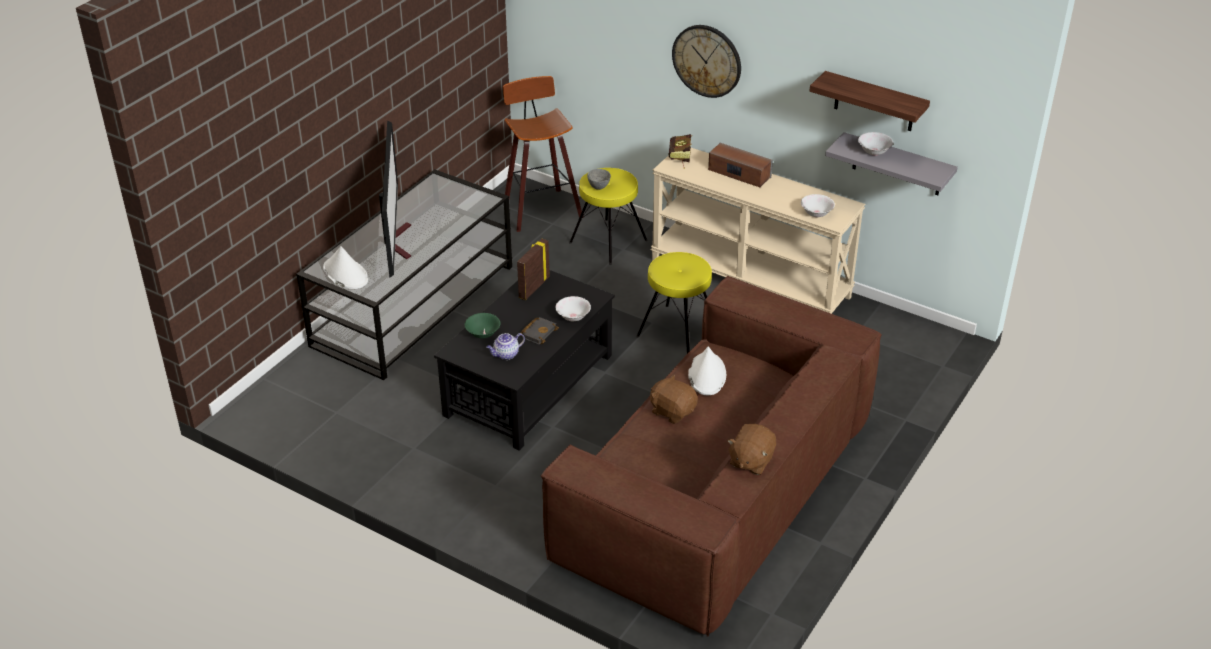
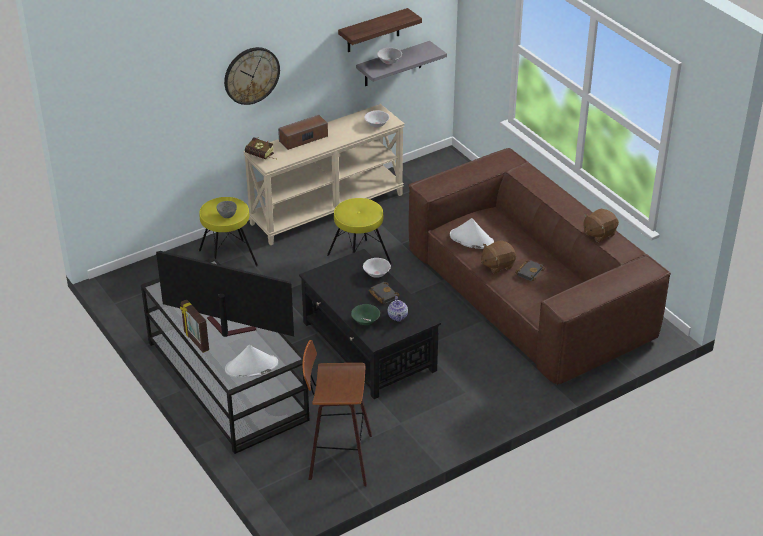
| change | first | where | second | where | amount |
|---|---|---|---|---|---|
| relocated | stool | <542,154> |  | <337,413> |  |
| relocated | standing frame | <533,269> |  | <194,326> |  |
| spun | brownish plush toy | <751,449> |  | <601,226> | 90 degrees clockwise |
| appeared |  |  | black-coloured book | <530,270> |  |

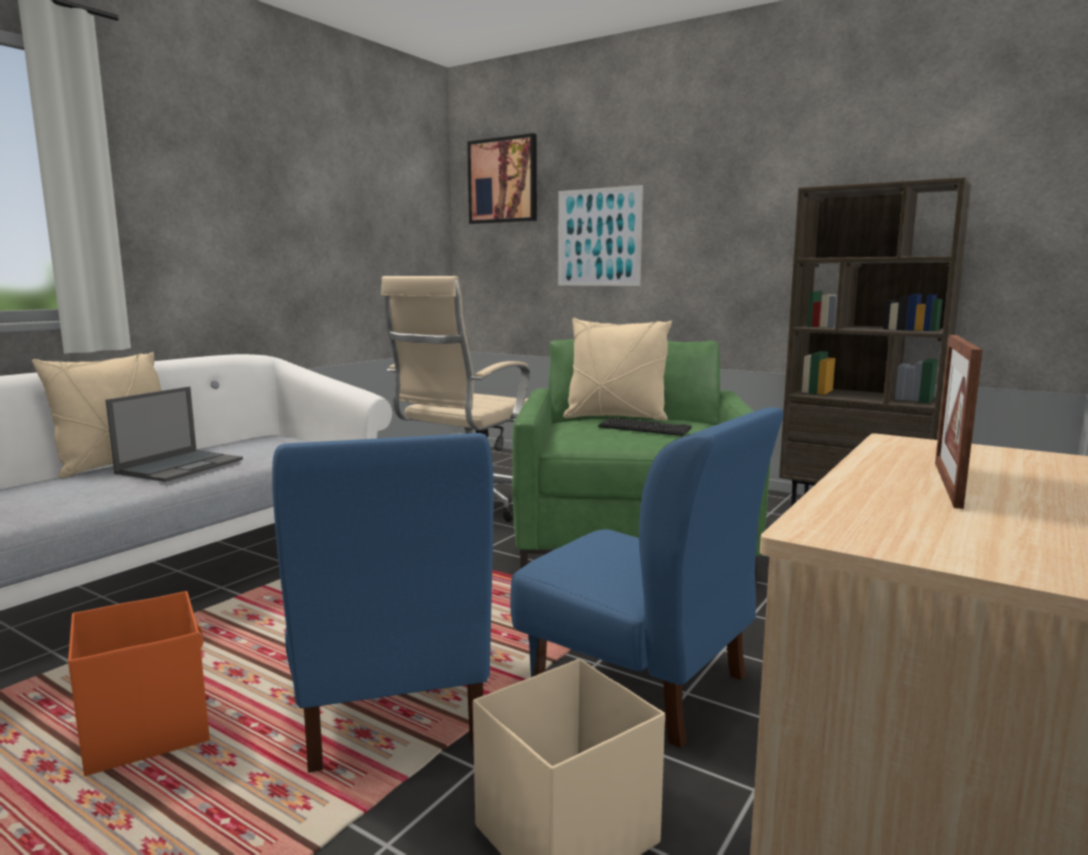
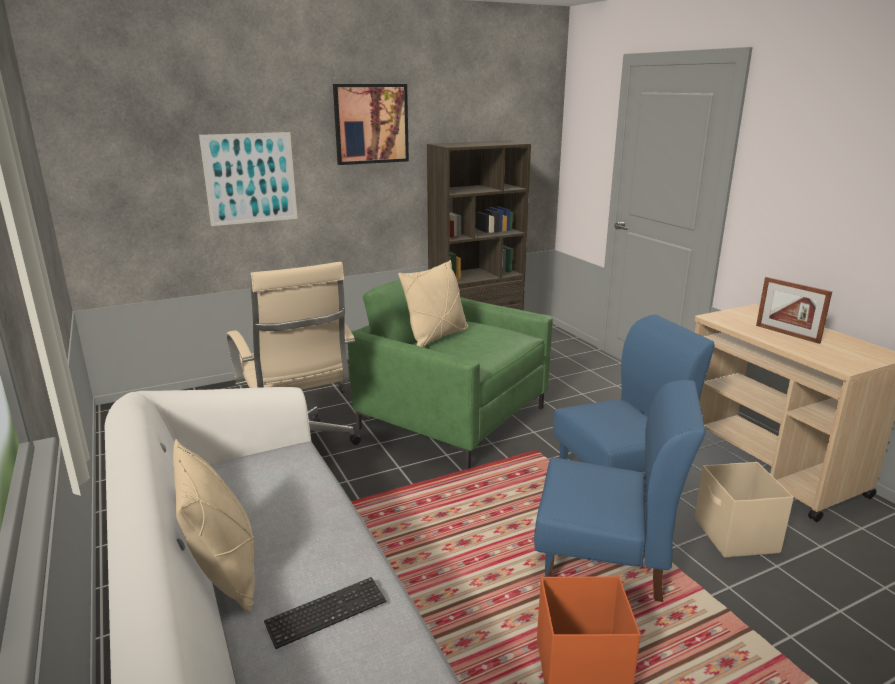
| change | first | where | second | where | amount |
|---|---|---|---|---|---|
| relocated | picture | <502,178> |  | <371,124> |  |
| missing | notebook computer | <174,434> |  |  |  |
| relocated | keyboard | <645,426> |  | <325,613> |  |

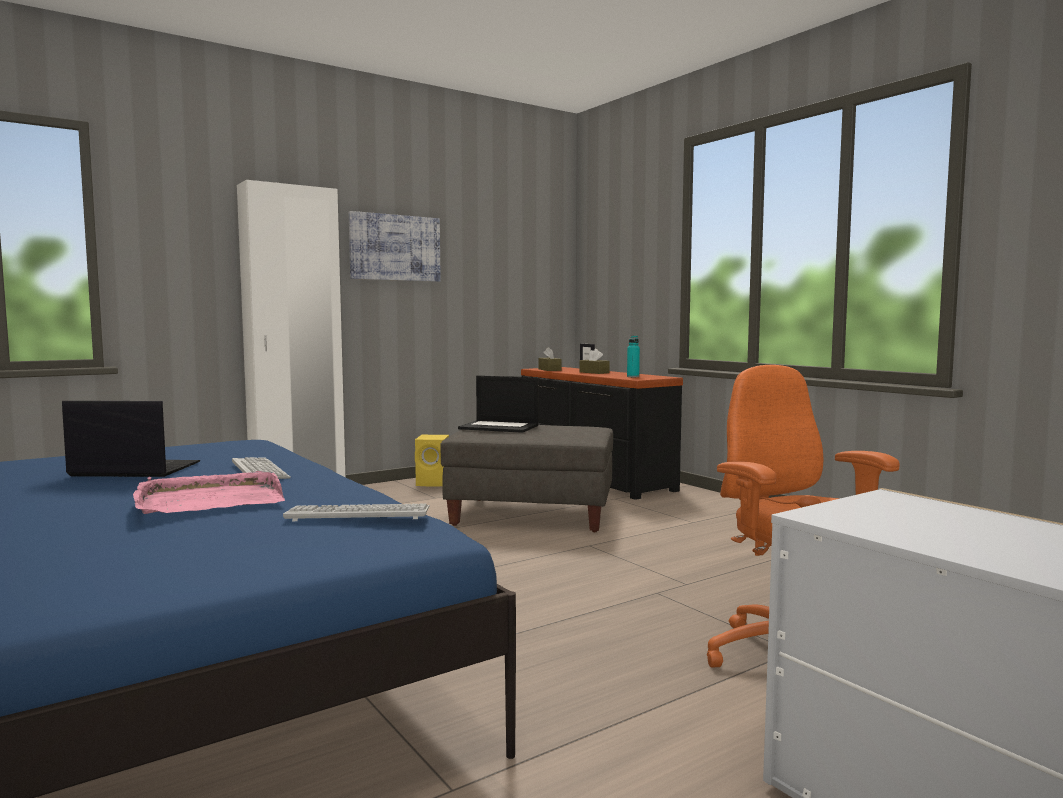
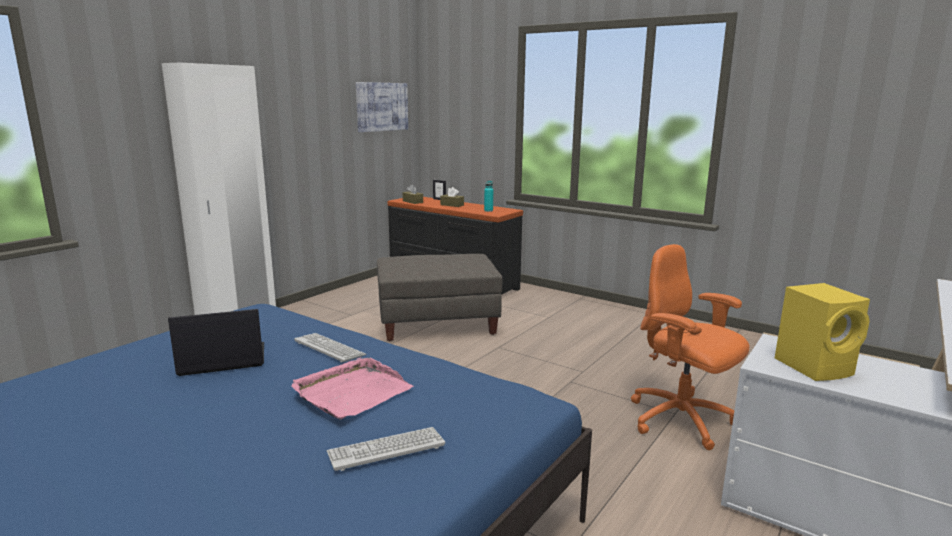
| change | first | where | second | where | amount |
|---|---|---|---|---|---|
| relocated | picture | <395,246> |  | <382,107> |  |
| missing | notebook computer | <498,404> |  |  |  |
| relocated | yellow-coloured loudspeaker | <432,460> |  | <822,332> |  |
| relocated | keyboard | <356,512> |  | <386,449> |  |

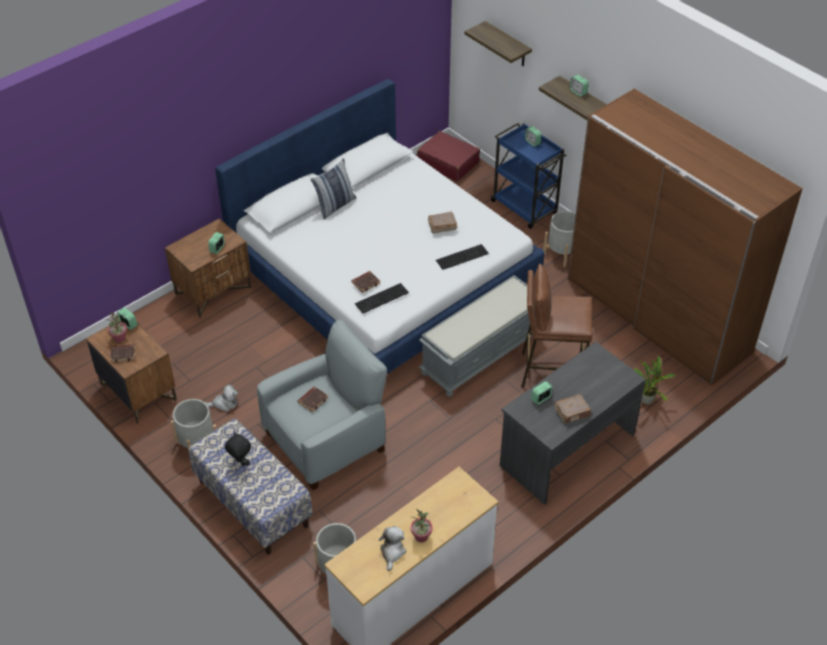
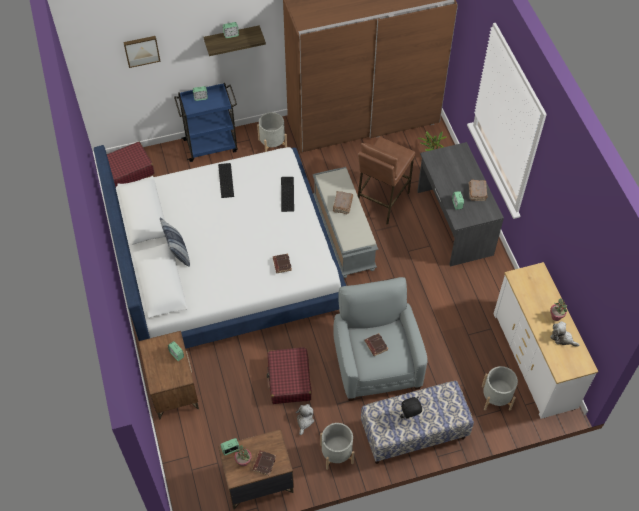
| change | first | where | second | where | amount |
|---|---|---|---|---|---|
| exchanged | wall shelf | <498,43> | picture | <142,52> |  |
| relocated | brownish book | <442,223> |  | <343,202> |  |
| relocated | keyboard | <382,298> |  | <226,180> |  |
| appeared |  |  | red travel case | <289,375> |  |

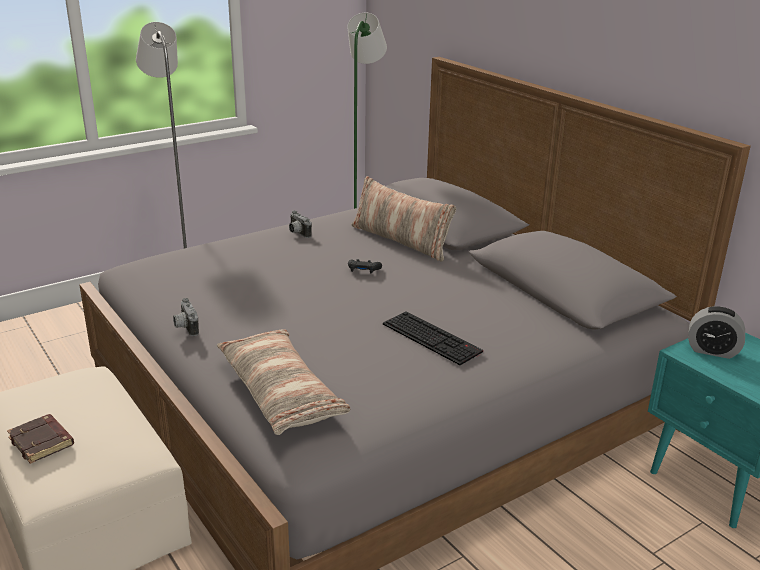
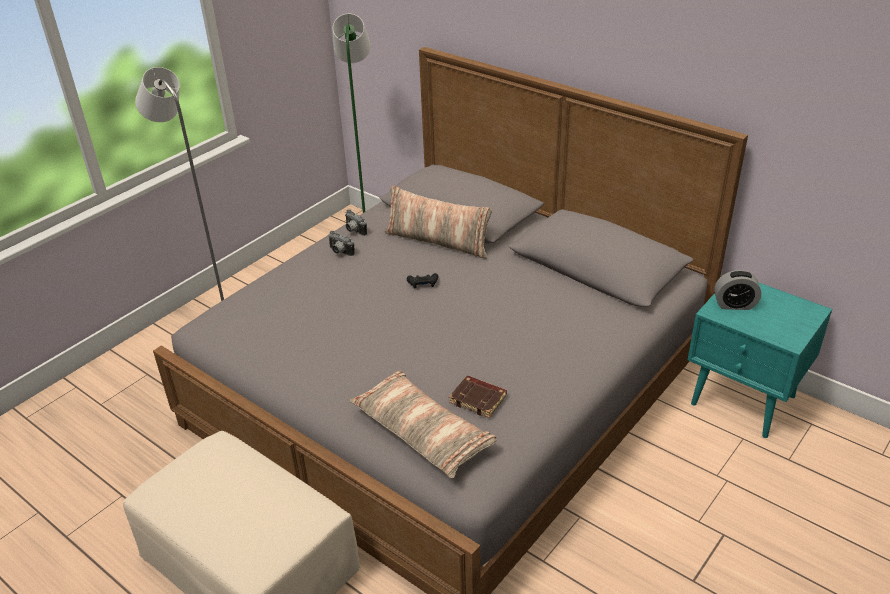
| change | first | where | second | where | amount |
|---|---|---|---|---|---|
| relocated | photo camera | <186,317> |  | <356,222> |  |
| missing | keyboard | <433,338> |  |  |  |
| relocated | brownish book | <40,439> |  | <478,397> |  |

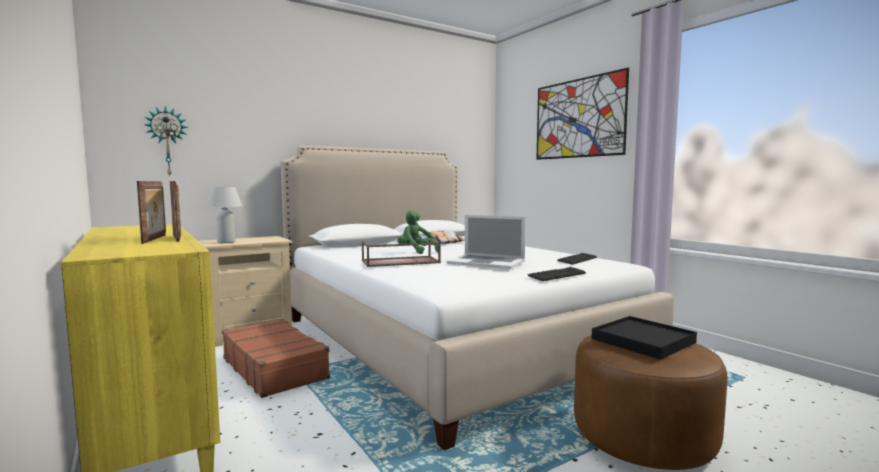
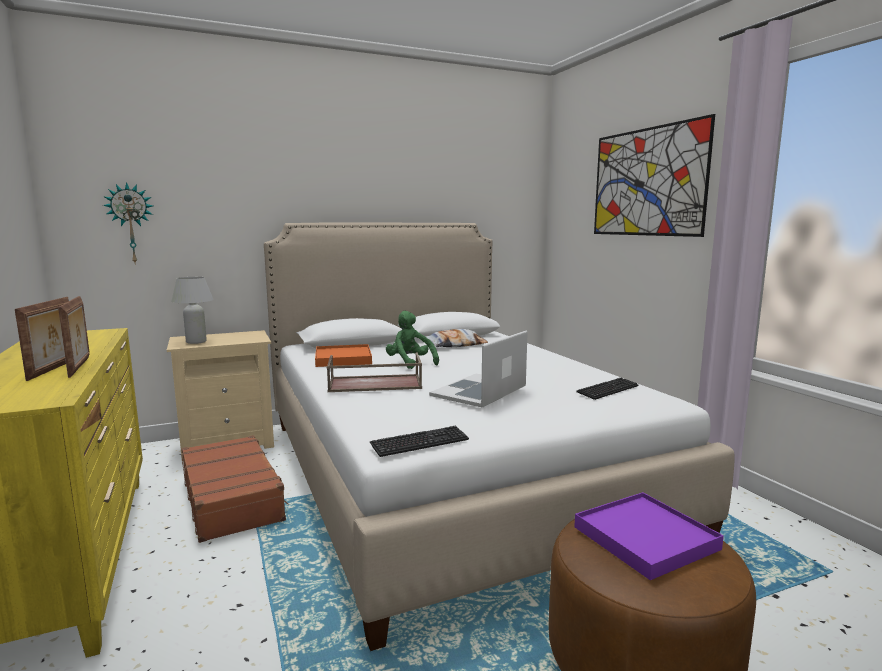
| change | first | where | second | where | amount |
|---|---|---|---|---|---|
| spun | notebook computer | <486,242> |  | <478,369> | 90 degrees clockwise |
| relocated | keyboard | <557,274> |  | <419,441> |  |
| colour | black-coloured carrying tray | <644,338> | purple-coloured carrying tray | <649,536> |  |
| appeared |  |  | orangey carrying tray | <343,355> |  |

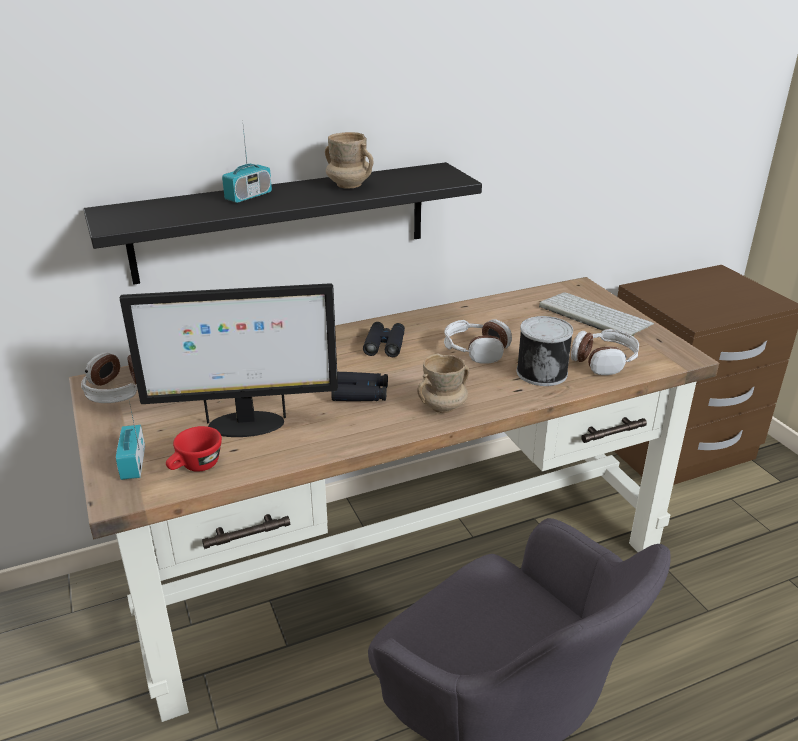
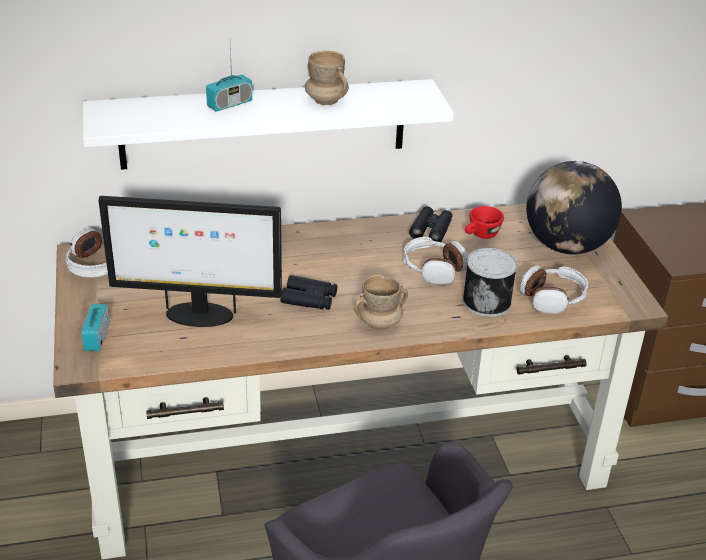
| change | first | where | second | where | amount |
|---|---|---|---|---|---|
| colour | black-coloured wall shelf | <283,223> | whitish wall shelf | <268,124> |  |
| exchanged | keyboard | <596,314> | desk globe | <574,208> |  |
| relocated | black-coloured field glasses | <384,339> |  | <430,224> |  |
| relocated | red cup | <194,449> |  | <484,222> |  |

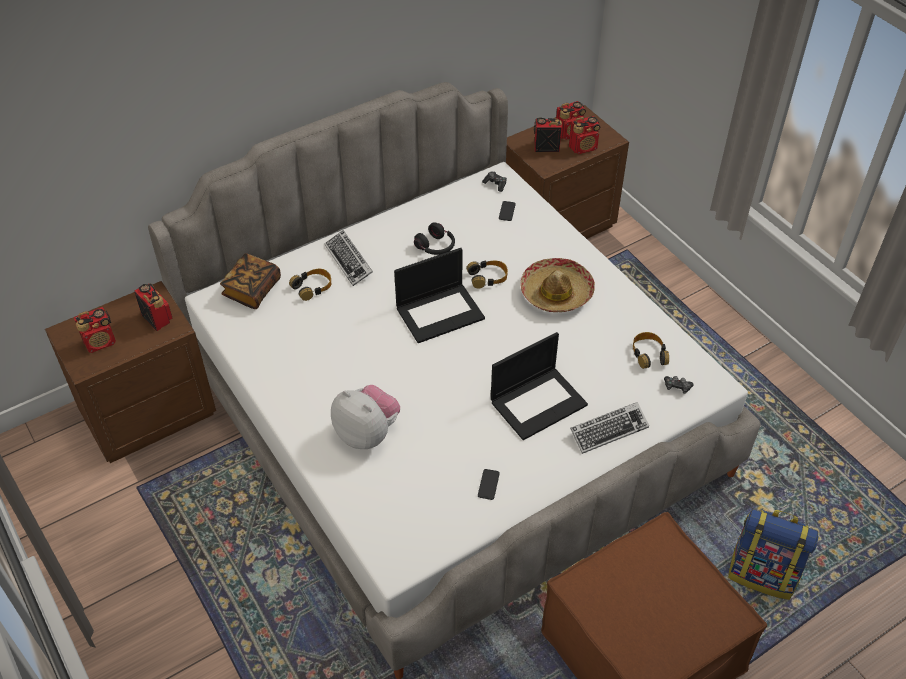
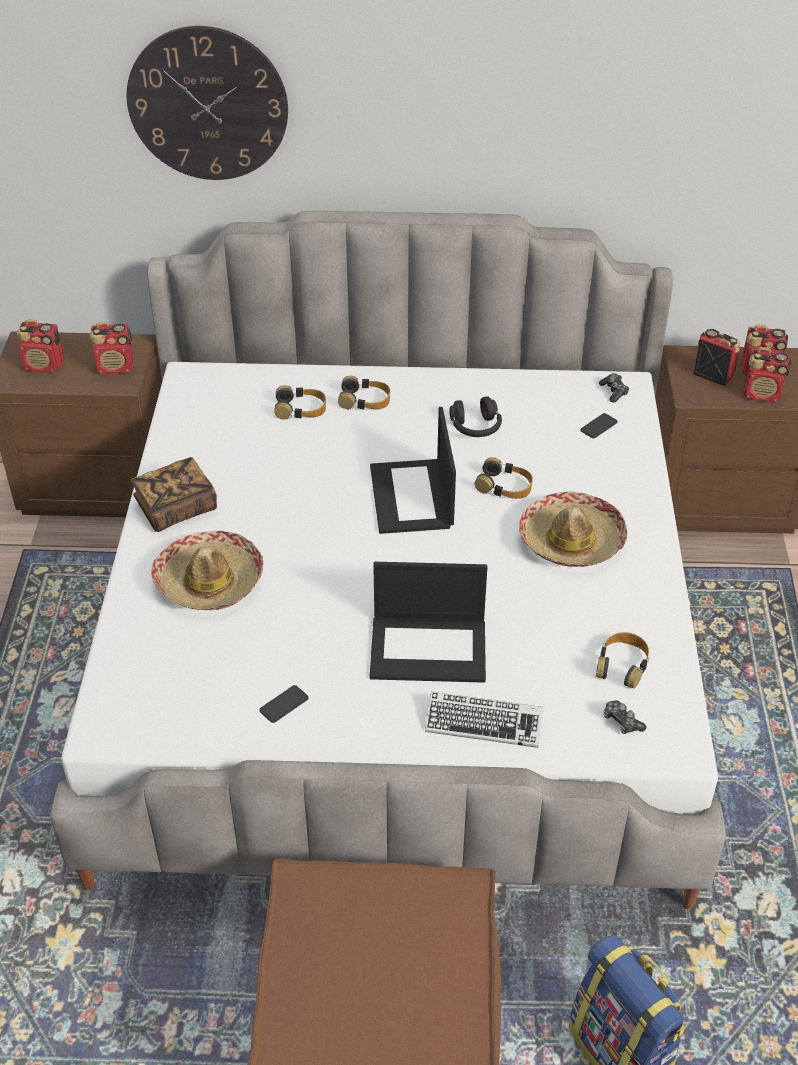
| change | first | where | second | where | amount |
|---|---|---|---|---|---|
| exchanged | keyboard | <348,258> | headphones | <364,392> |  |
| spun | notebook computer | <439,295> |  | <413,470> | 75 degrees clockwise |
| relocated | book | <250,281> |  | <173,494> |  |
| spun | radio set | <153,307> |  | <112,348> | 90 degrees clockwise |
| exchanged | plush toy | <365,417> | clothing hat | <207,570> |  |
| appeared |  |  | clock on the wall | <207,103> |  |

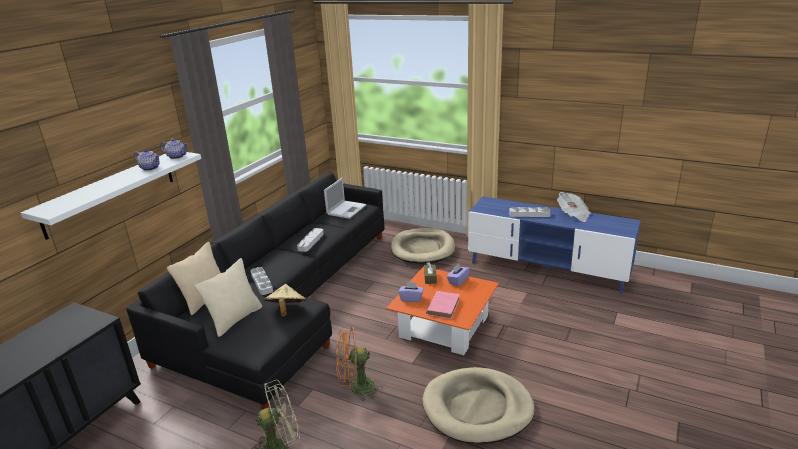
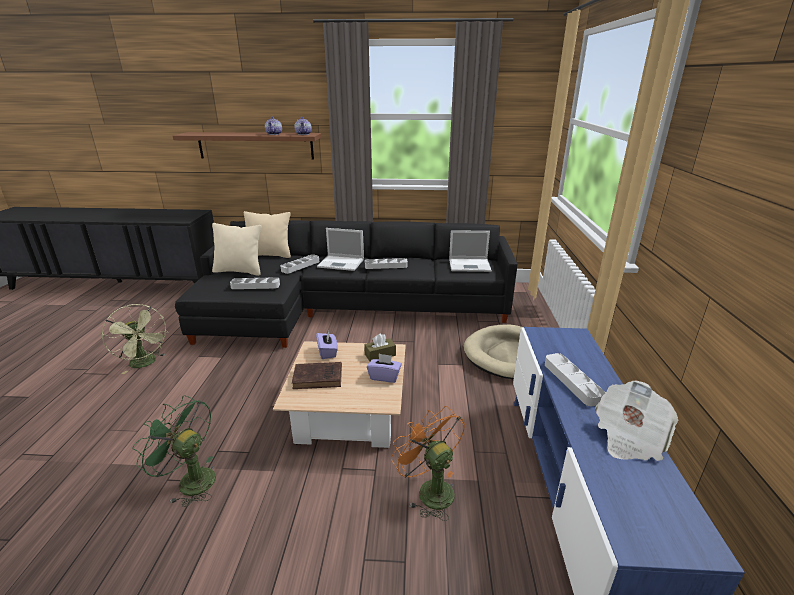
| change | first | where | second | where | amount |
|---|---|---|---|---|---|
| colour | whitish wall shelf | <110,196> | brownish wall shelf | <247,145> |  |
| colour | orangey lounge table | <442,311> | beige-coloured lounge table | <339,394> |  |
| exchanged | beige-coloured clothing hat | <285,300> | gray carrying tray | <255,283> |  |
| colour | pink-coloured book | <443,305> | brownish book | <317,375> |  |
| relocated | orangey electric fan | <359,364> |  | <428,463> |  |
| exchanged | beige-coloured dog bed | <478,405> | greenish electric fan | <174,451> |  |
| appeared |  |  | notebook computer | <340,249> |  |

